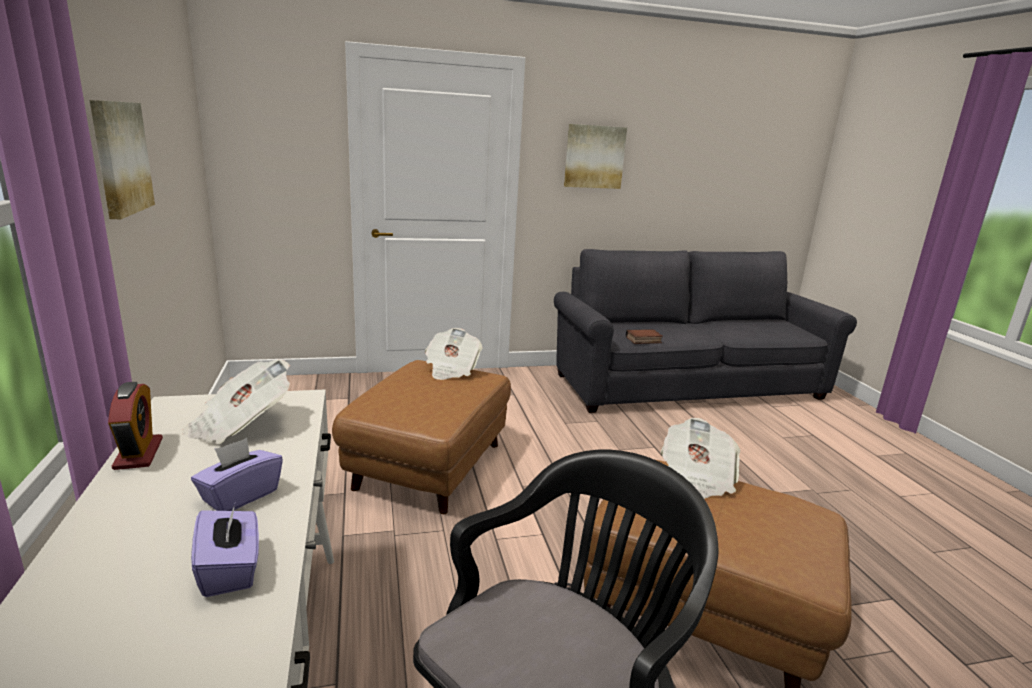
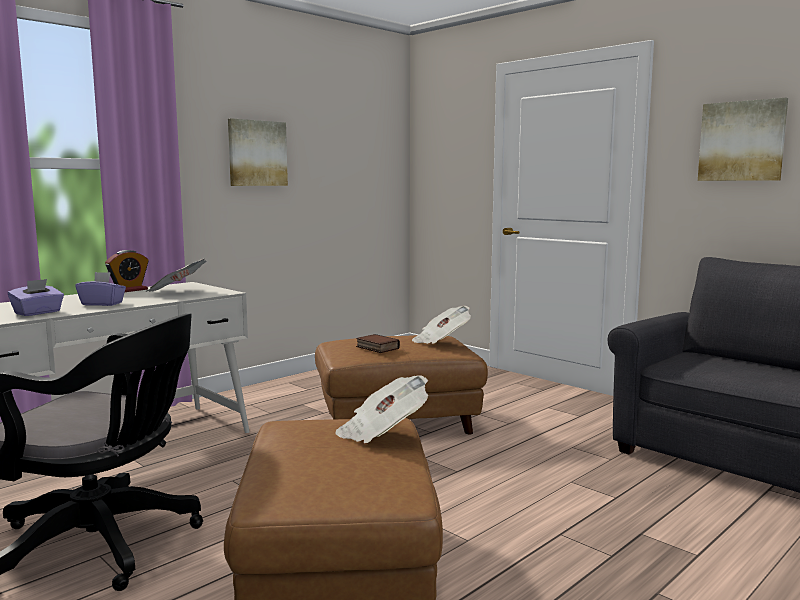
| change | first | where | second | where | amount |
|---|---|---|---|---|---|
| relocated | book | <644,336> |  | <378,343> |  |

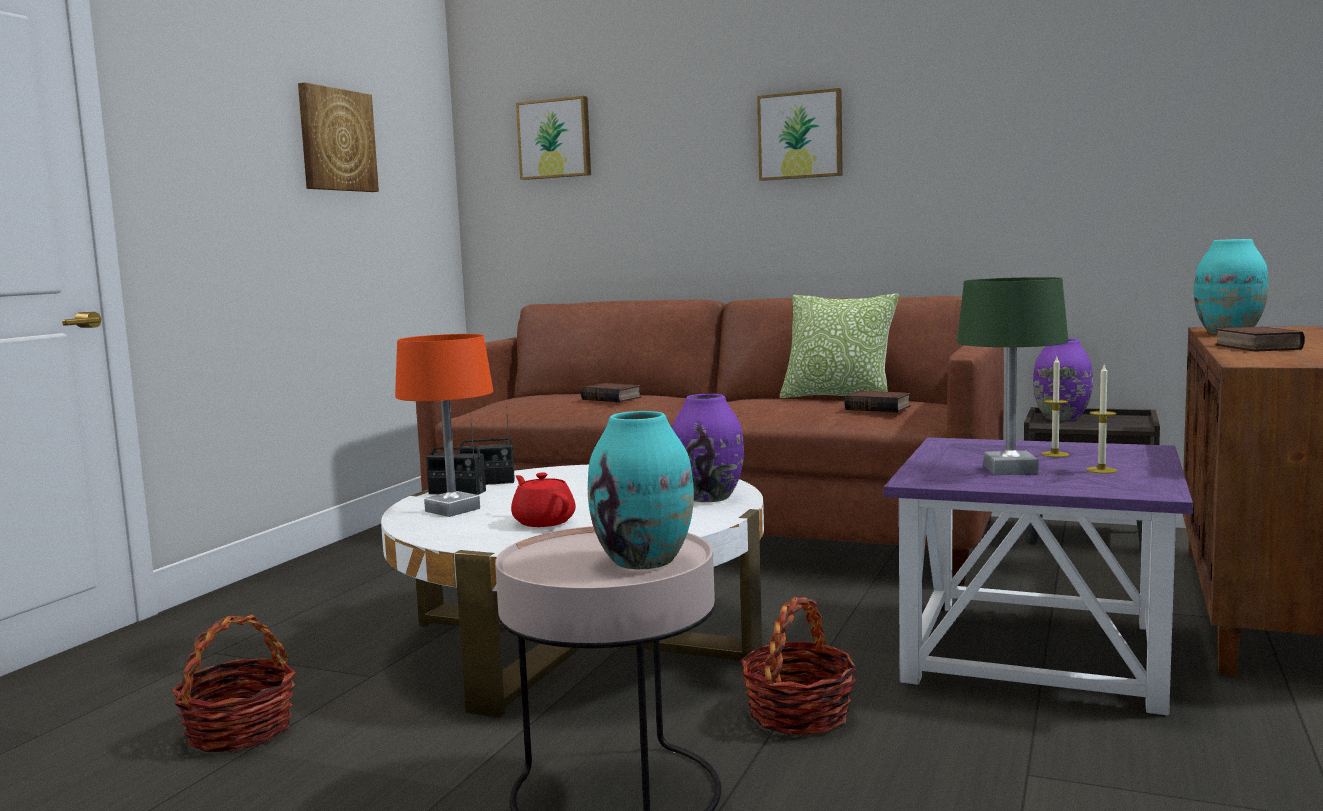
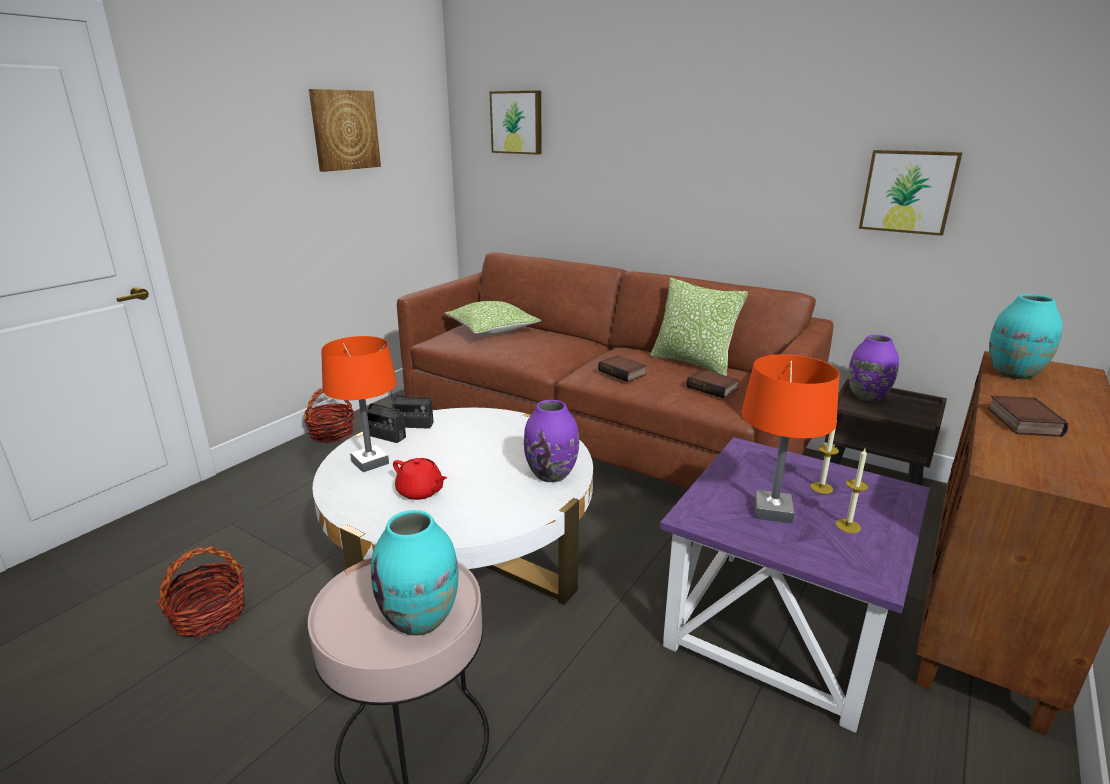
| change | first | where | second | where | amount |
|---|---|---|---|---|---|
| relocated | picture | <800,134> |  | <911,193> |  |
| colour | greenish table lamp | <1013,376> | orangey table lamp | <790,438> |  |
| relocated | book | <611,392> |  | <622,368> |  |
| spun | red pot for tea | <543,499> |  | <420,479> | 150 degrees clockwise |
| relocated | basket | <798,666> |  | <329,415> |  |
| appeared |  |  | throw pillow | <493,318> |  |

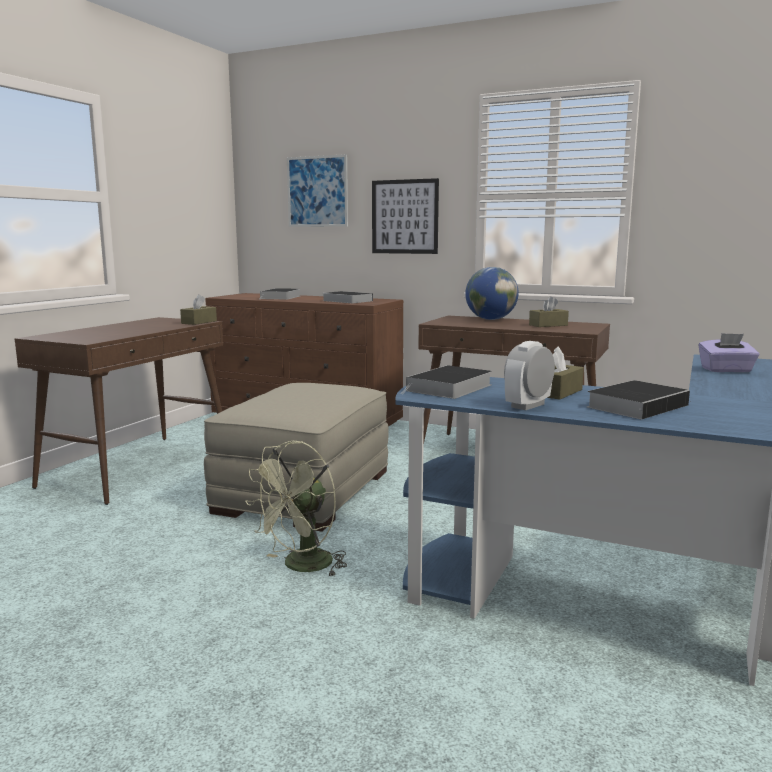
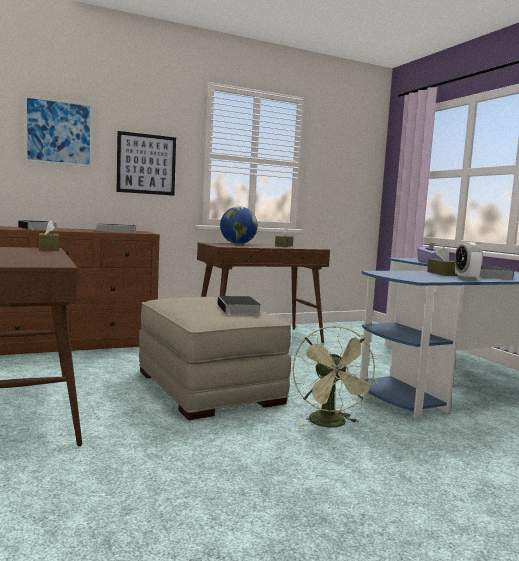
| change | first | where | second | where | amount |
|---|---|---|---|---|---|
| relocated | book | <446,382> |  | <239,306> |  |

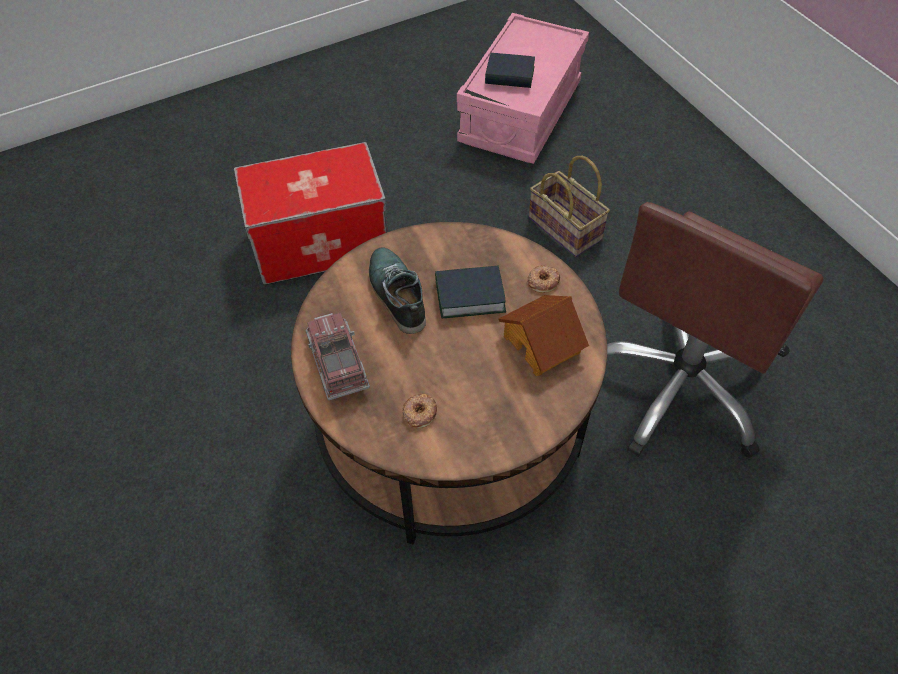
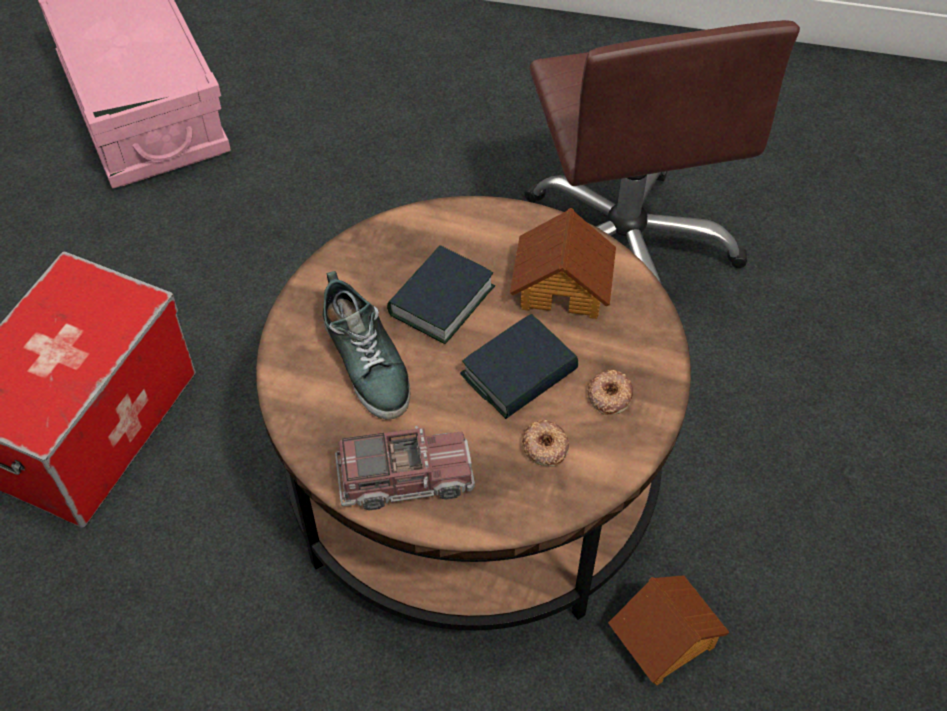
| change | first | where | second | where | amount |
|---|---|---|---|---|---|
| relocated | book | <510,70> |  | <519,366> |  |
| missing | basket | <569,206> |  |  |  |
| spun | low shoe | <397,290> |  | <366,345> | 135 degrees counterclockwise |
| relocated | ring doughnut | <543,279> |  | <610,392> |  |
| spun | toy truck | <338,356> |  | <405,468> | 150 degrees clockwise |
| appeared |  |  | miniature house | <669,630> |  |

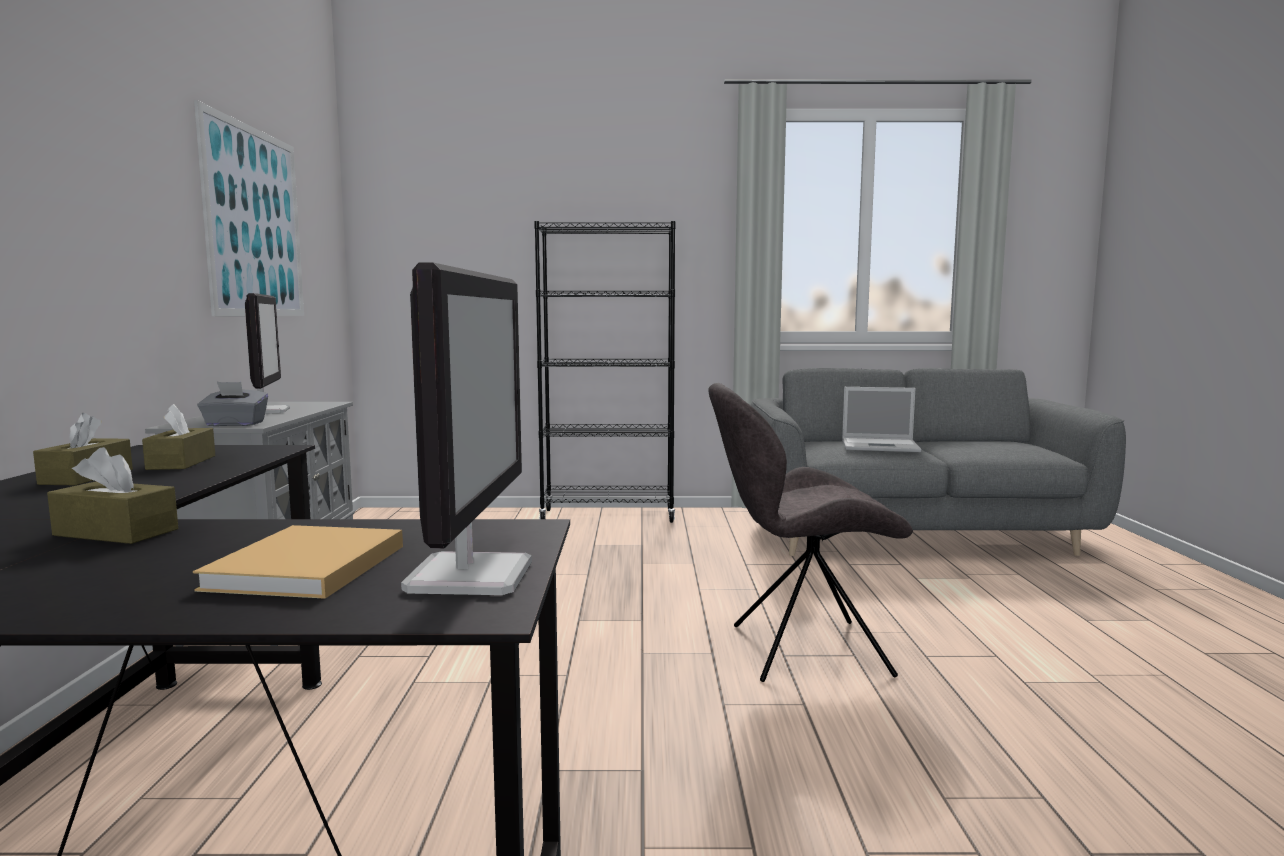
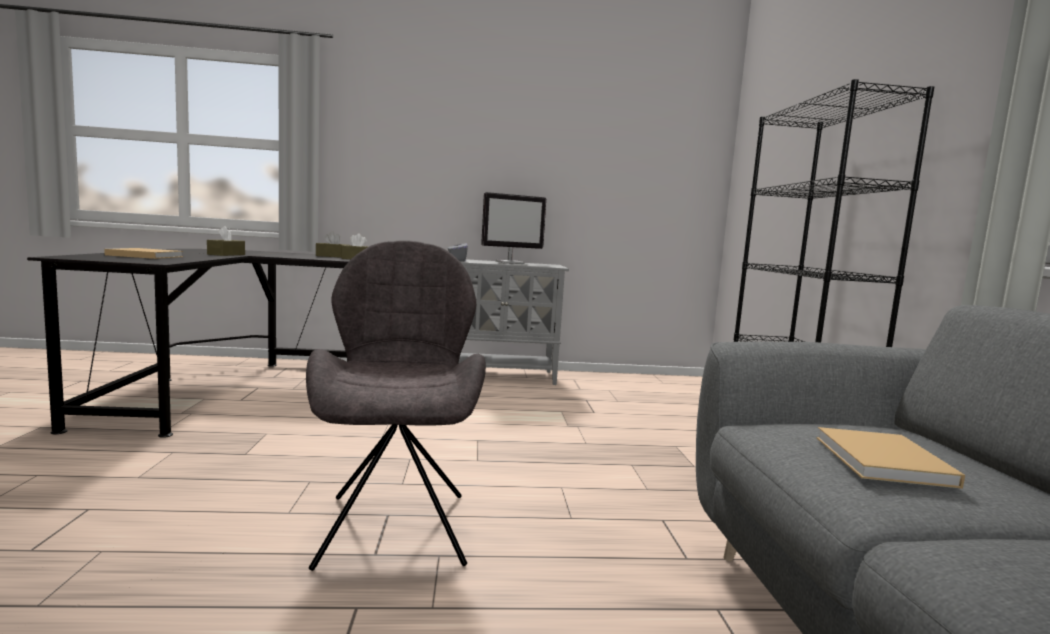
| change | first | where | second | where | amount |
|---|---|---|---|---|---|
| missing | picture | <249,208> |  |  |  |
| missing | computer screen | <466,428> |  |  |  |
| exchanged | notebook computer | <881,419> | beige-coloured book | <891,458> |  |

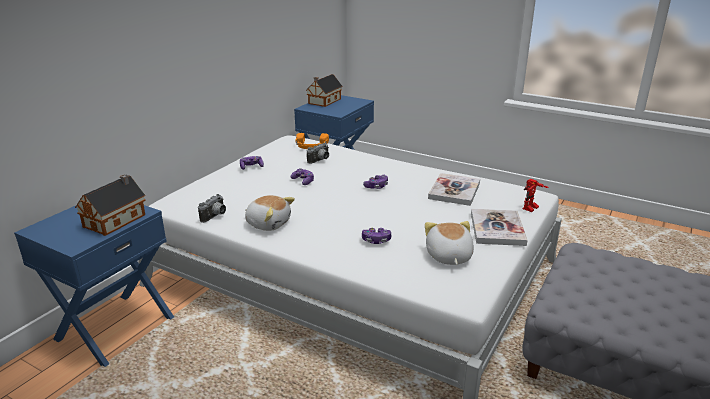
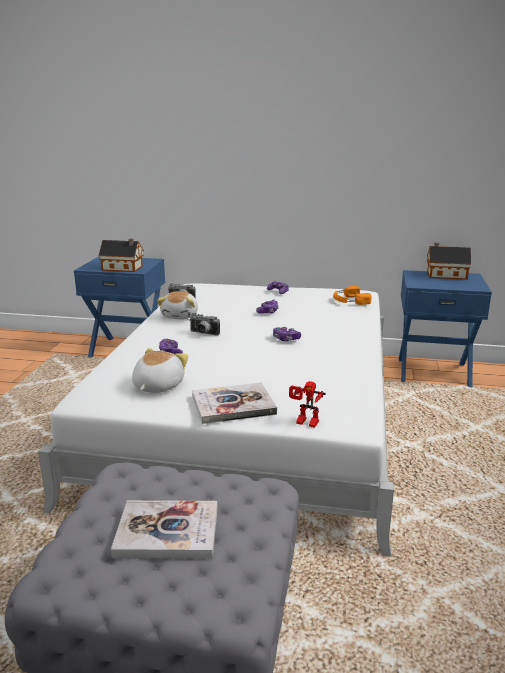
| change | first | where | second | where | amount |
|---|---|---|---|---|---|
| relocated | photo camera | <318,153> |  | <204,324> |  |
| relocated | book | <454,189> |  | <164,529> |  |
| spun | plush toy | <449,243> |  | <160,370> | 45 degrees counterclockwise |

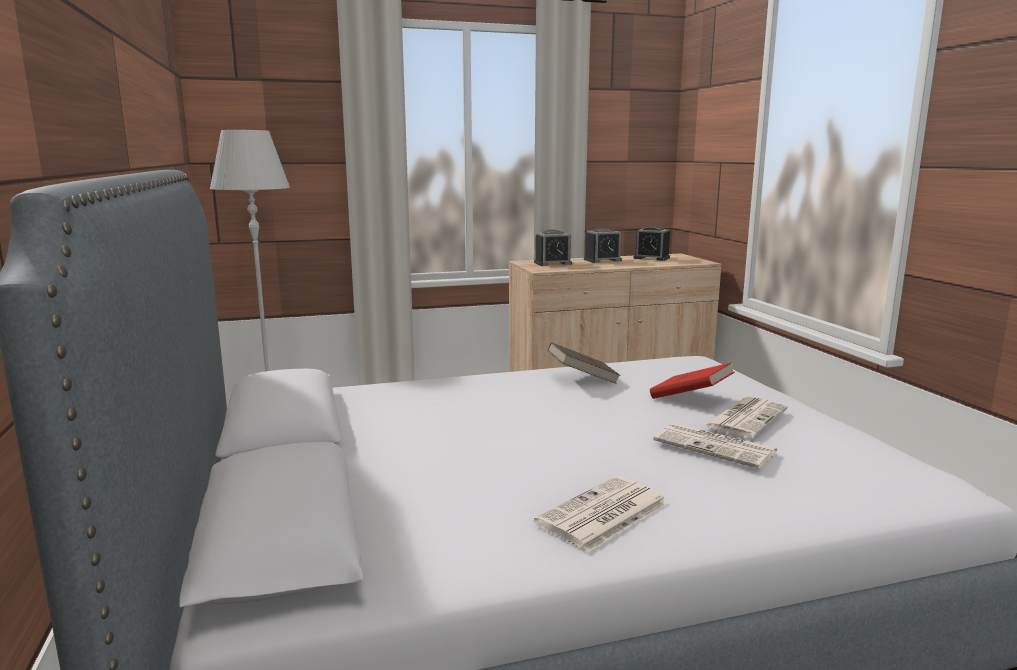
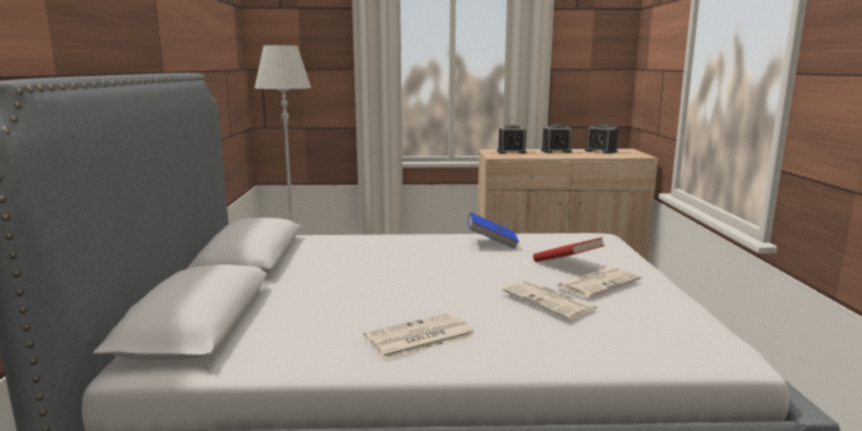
| change | first | where | second | where | amount |
|---|---|---|---|---|---|
| colour | brownish book | <584,363> | blue book | <493,231> |  |

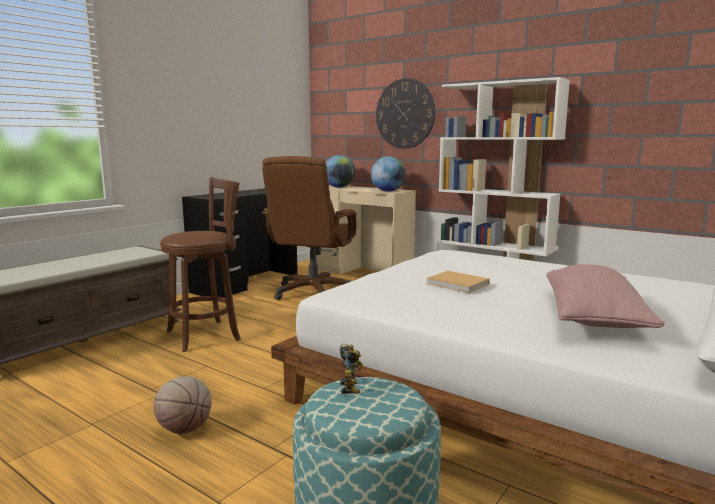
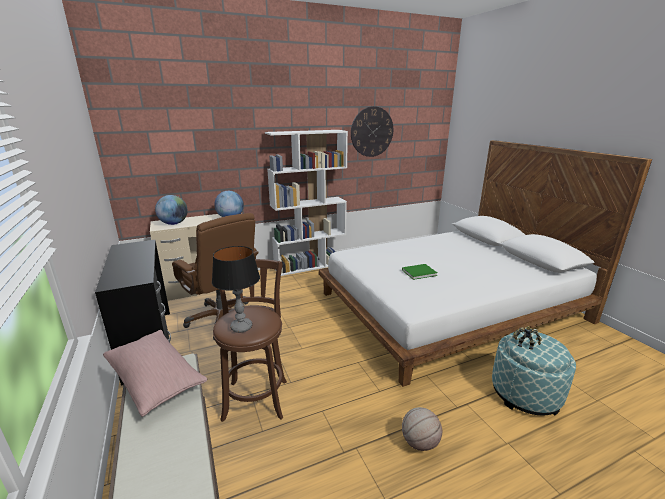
| change | first | where | second | where | amount |
|---|---|---|---|---|---|
| relocated | clock on the wall | <405,113> |  | <372,131> |  |
| relocated | pink-coloured throw pillow | <605,296> |  | <155,373> |  |
| colour | beige-coloured book | <458,282> | greenish book | <419,272> |  |
| appeared |  |  | table lamp | <236,289> |  |

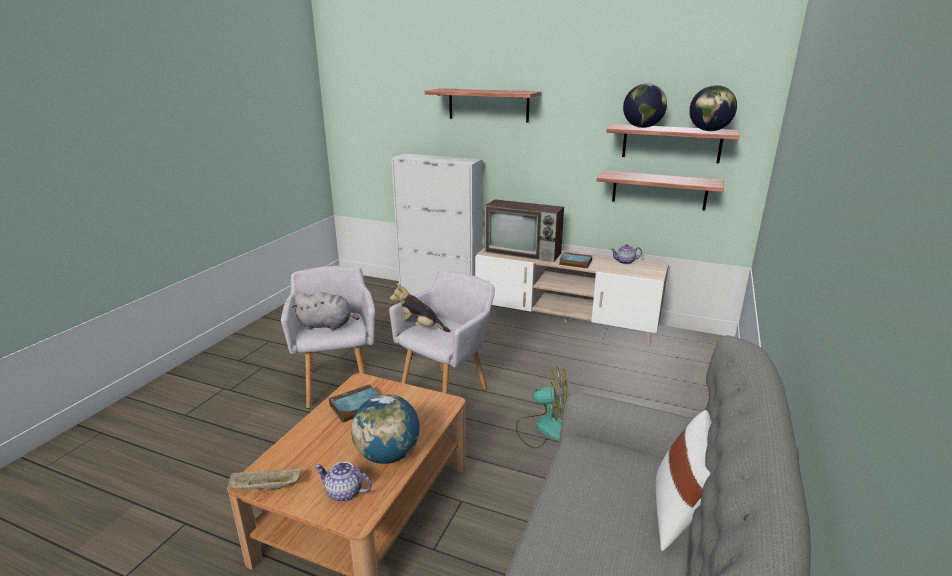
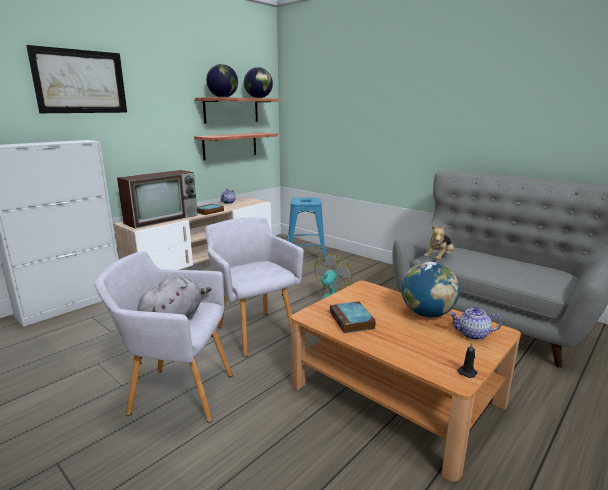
| change | first | where | second | where | amount |
|---|---|---|---|---|---|
| exchanged | wall shelf | <483,105> | picture | <76,79> |  |
| relocated | plush toy | <420,307> |  | <439,242> |  |
| missing | whitish throw pillow | <684,480> |  |  |  |
| spun | pot for tea | <343,482> |  | <475,323> | 60 degrees clockwise |
| exchanged | beige-coloured carrying tray | <264,479> | black-coloured wax candle | <467,360> |  |
| appeared |  |  | blue stool | <307,230> |  |

